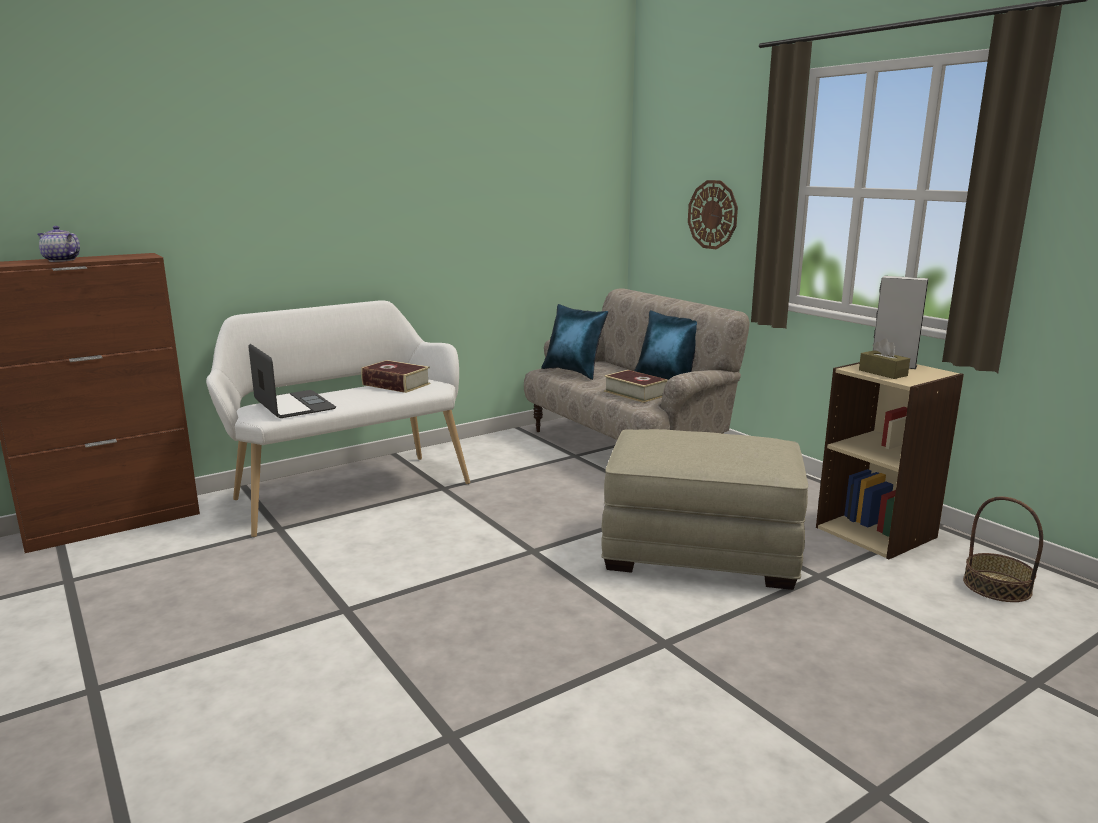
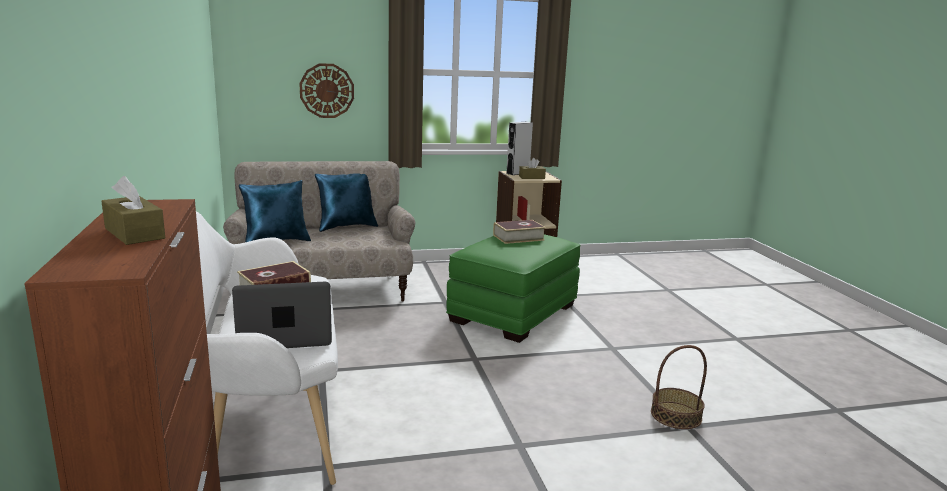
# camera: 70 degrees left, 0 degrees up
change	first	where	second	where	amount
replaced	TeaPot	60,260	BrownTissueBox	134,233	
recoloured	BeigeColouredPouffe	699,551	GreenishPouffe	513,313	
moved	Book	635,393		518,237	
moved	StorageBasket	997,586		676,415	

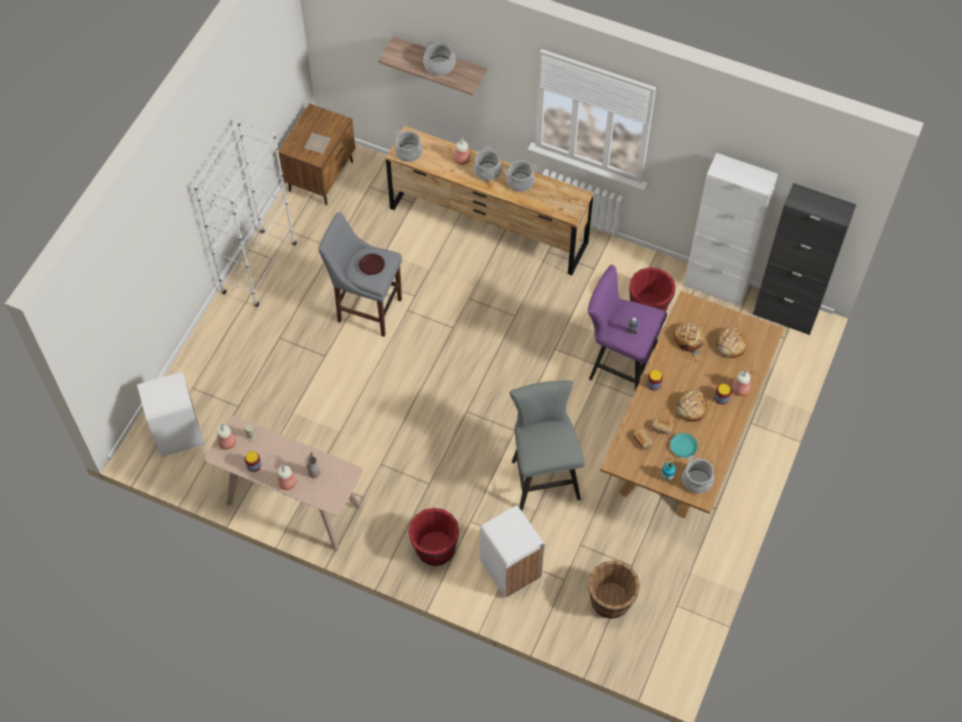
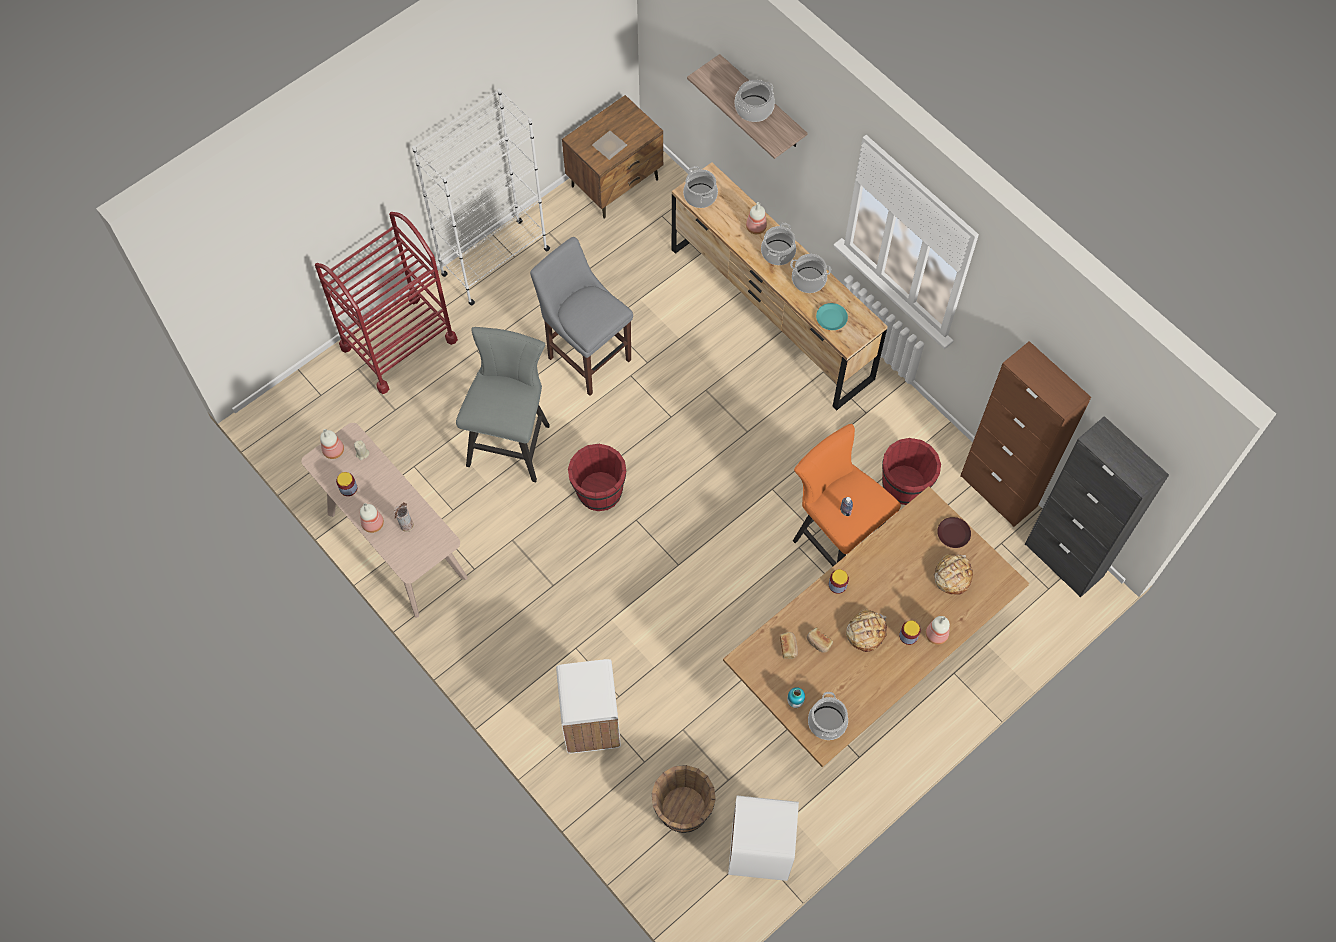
# camera: 25 degrees right, 5 degrees up
change	first	where	second	where	amount
added			RedCart	398,343	
moved	GreyishStool	543,475		512,440	
moved	RedBucket	435,548		599,491	
moved	WhiteColouredTrashCan	178,434		759,850	
recoloured	PurplishStool	618,366	OrangeStool	834,539	
moved	BlueGreenFlatDish	683,447		831,318	
moved	BrownFlatDish	372,266		953,534	
recoloured	WhiteColouredCabinet	715,285	BrownCabinet	998,491	
removed	BakedBread	689,339			

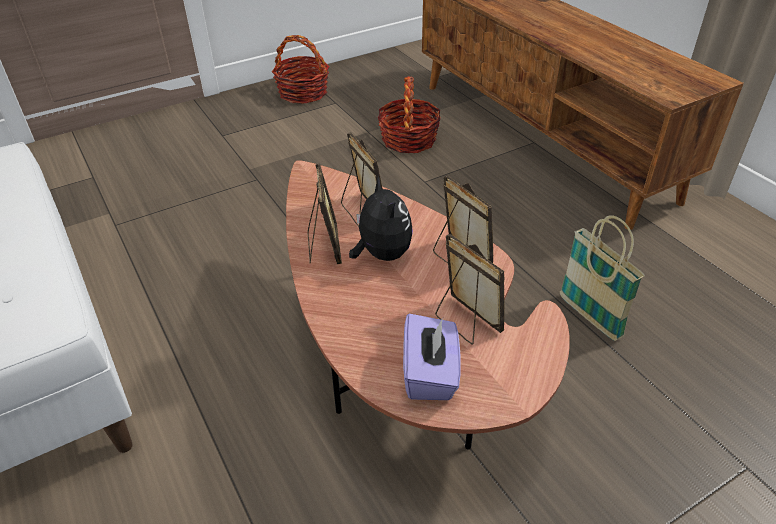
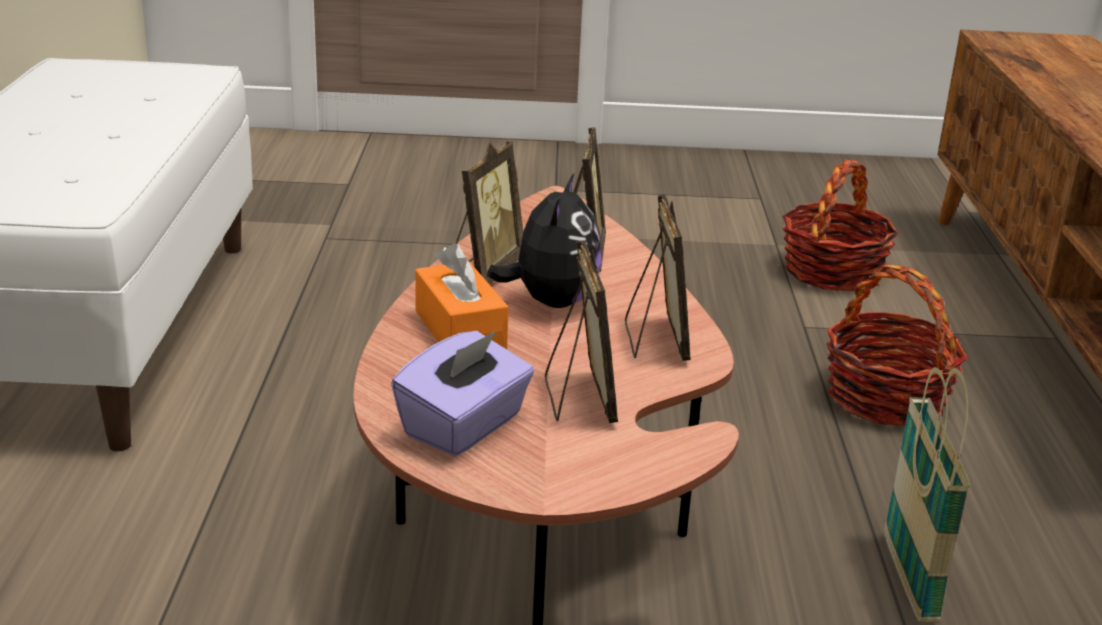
# camera: 30 degrees right, 15 degrees down
change	first	where	second	where	amount
added			OrangeTissueBox	460,330	
moved	StorageBasket	303,93		886,398	

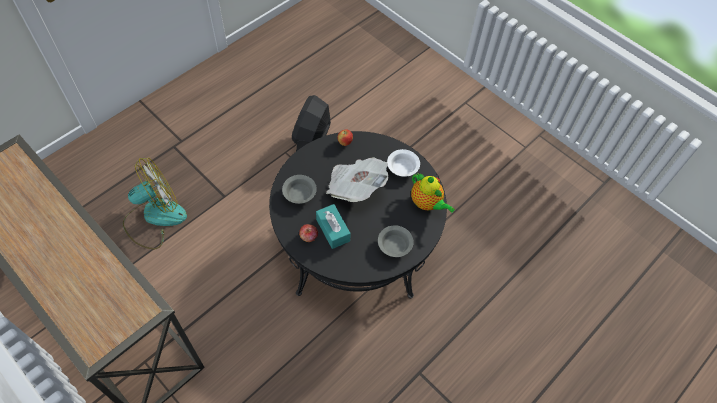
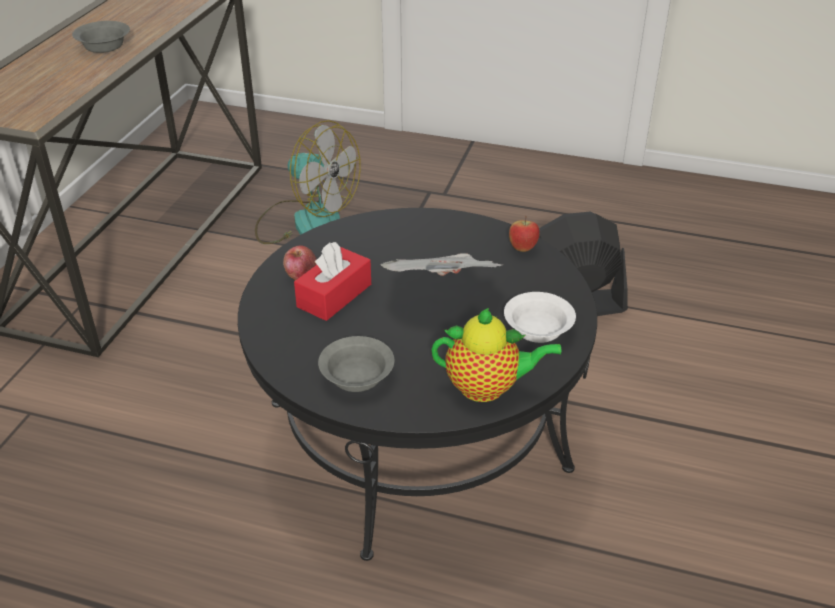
# camera: 65 degrees right, 20 degrees down
change	first	where	second	where	amount
moved	GreyishBowl	300,194		104,47	
recoloured	BlueGreenTissueBox	333,230	RedTissueBox	334,295	
turned	TeaPot	427,203		487,388	105 degrees counterclockwise

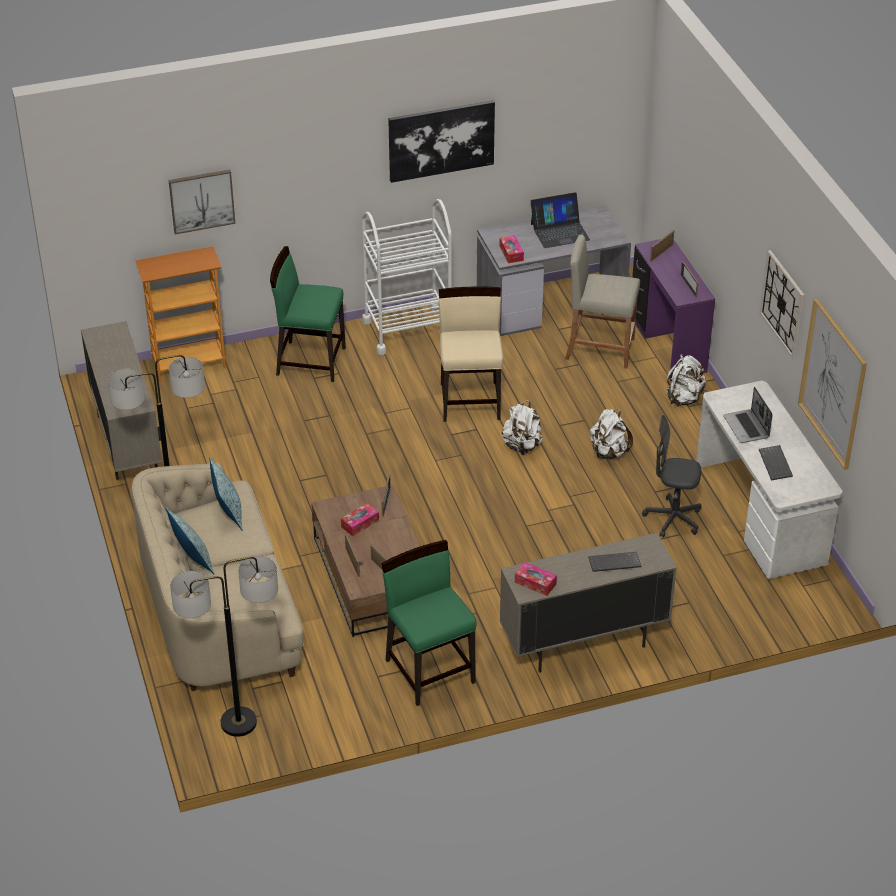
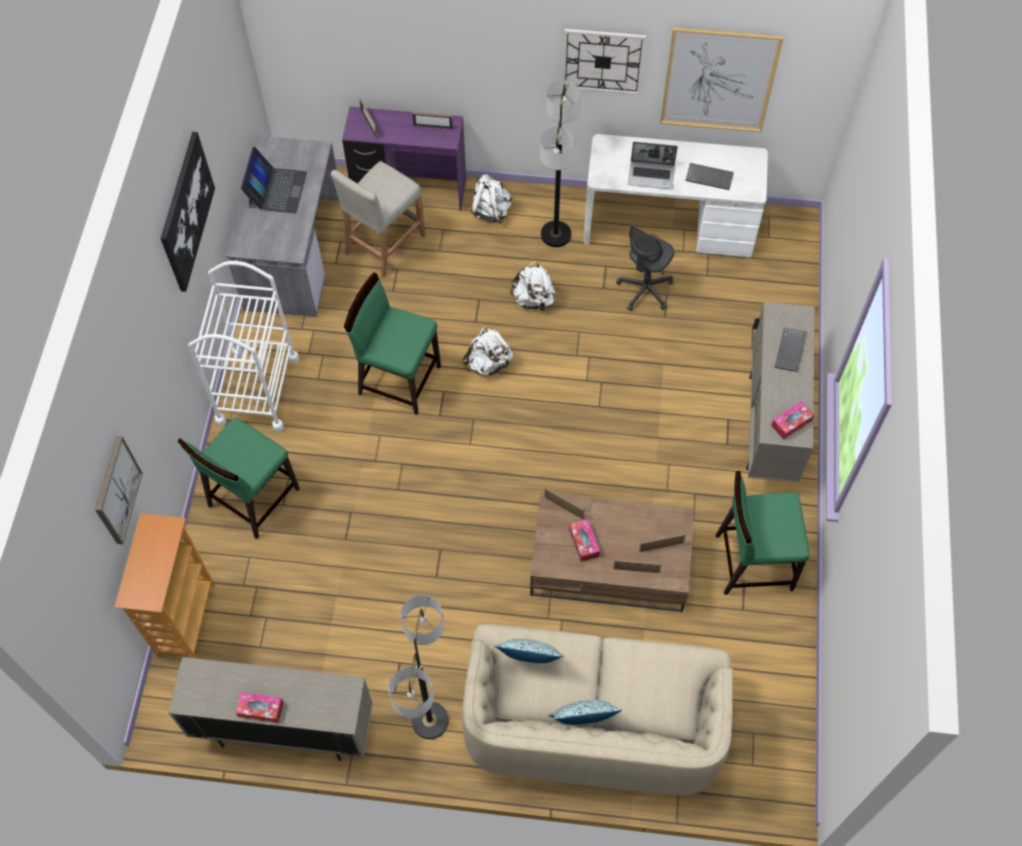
# camera: 65 degrees left, 20 degrees up
change	first	where	second	where	amount
moved	TissueBox	511,253		261,709	
recoloured	BeigeColouredChair	470,400	GreenishChair	399,379	
moved	StandardLamp	238,722		555,235	

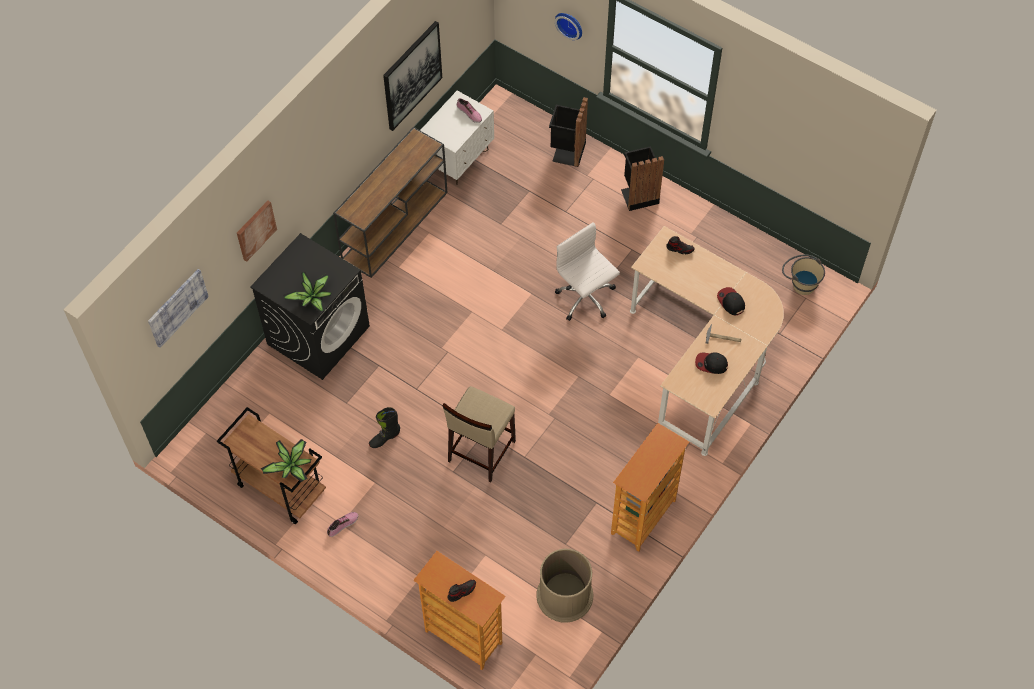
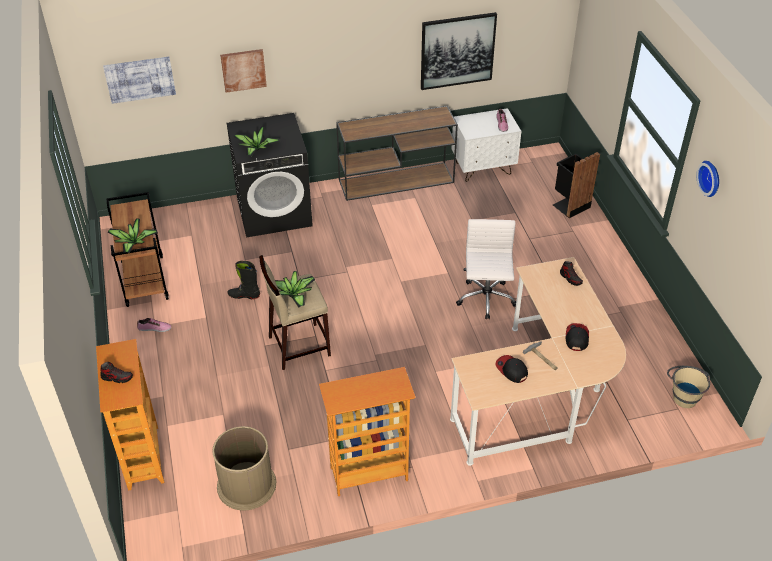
# camera: 40 degrees right, 15 degrees down
change	first	where	second	where	amount
added			PlantInAPot	294,295	
moved	WallClock	570,24		711,178	
removed	BlackColouredTrashCan	639,195			

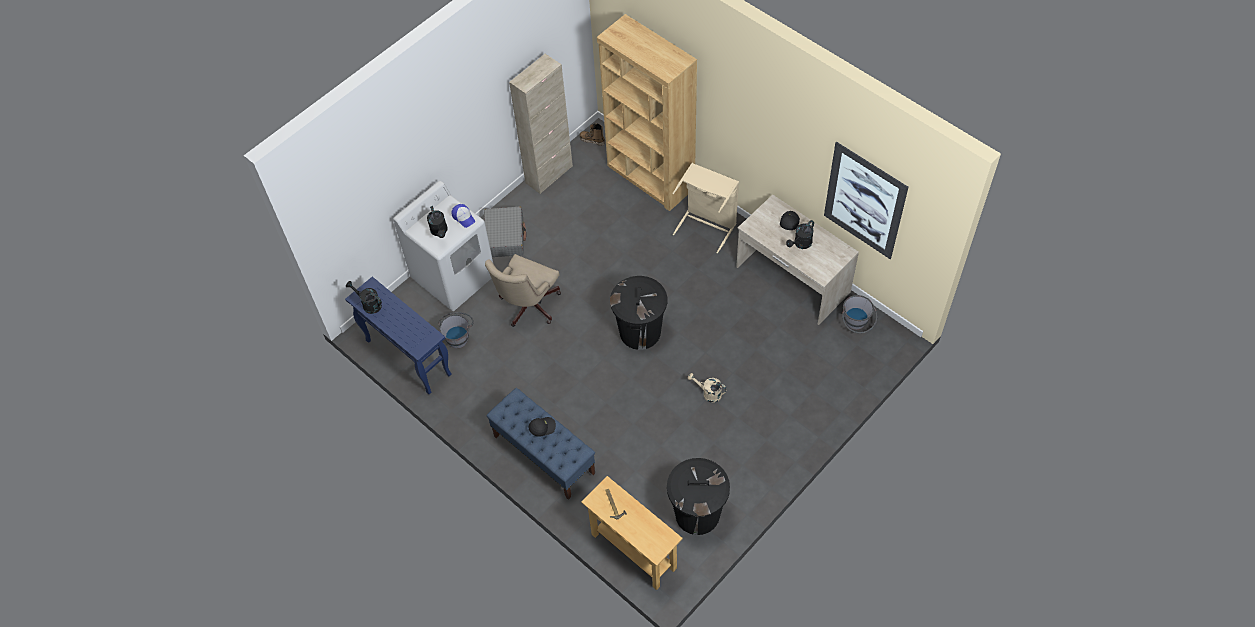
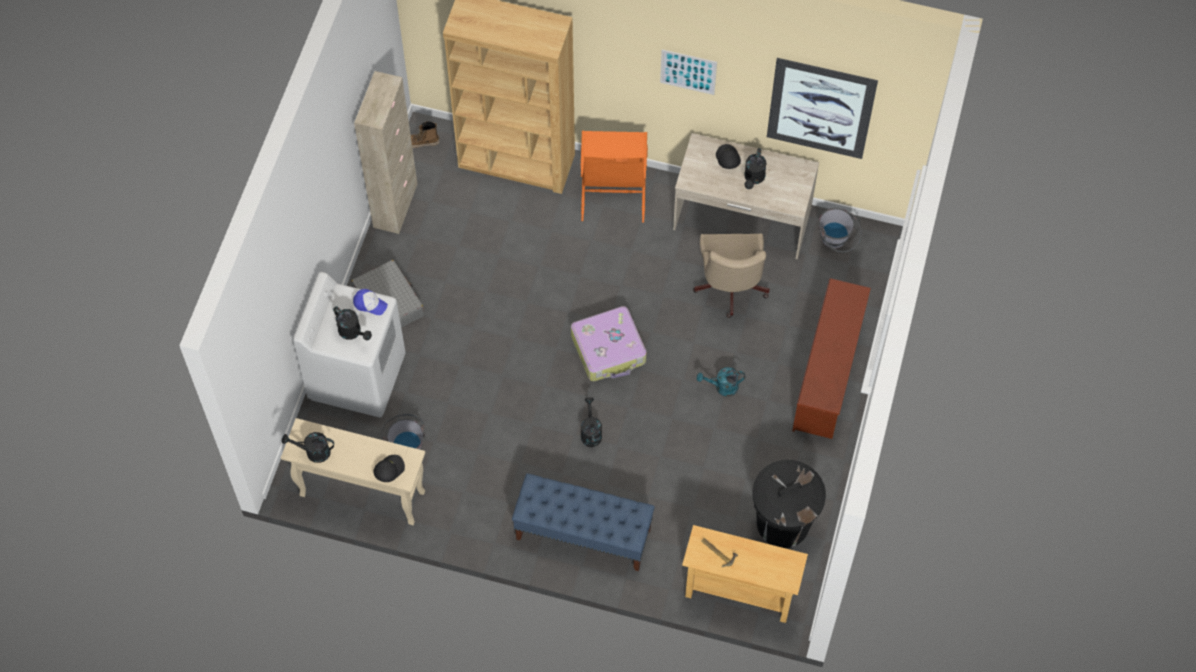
# camera: 30 degrees left, 5 degrees up
change	first	where	second	where	amount
recoloured	BluishNarrowTable	407,357	BeigeColouredNarrowTable	361,494	
moved	BlackColouredPeakedCap	542,427		389,469	
replaced	BlackColouredTrashCan	640,332	TravelCase	609,349	
recoloured	BeigeColouredHamper	707,225	OrangeHamper	613,193	
added			BlackColouredWateringCan	590,432	
added			Picture	688,72	
moved	BeigeColouredDeskChair	527,307		730,289	
recoloured	BeigeColouredWateringCan	708,393	BlueGreenWateringCan	722,387	
added			BrownShoeShelf	828,376	

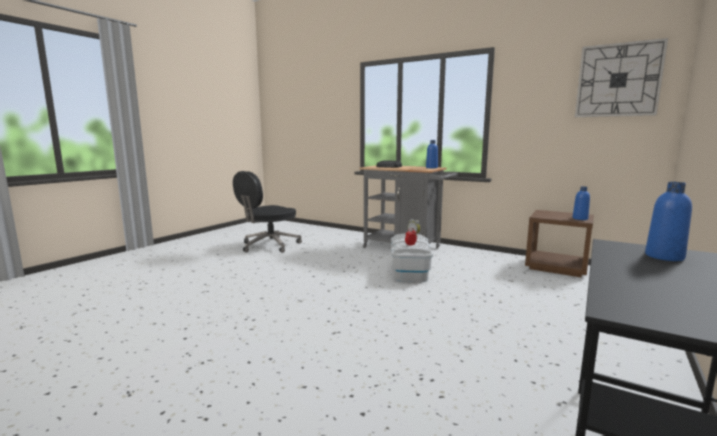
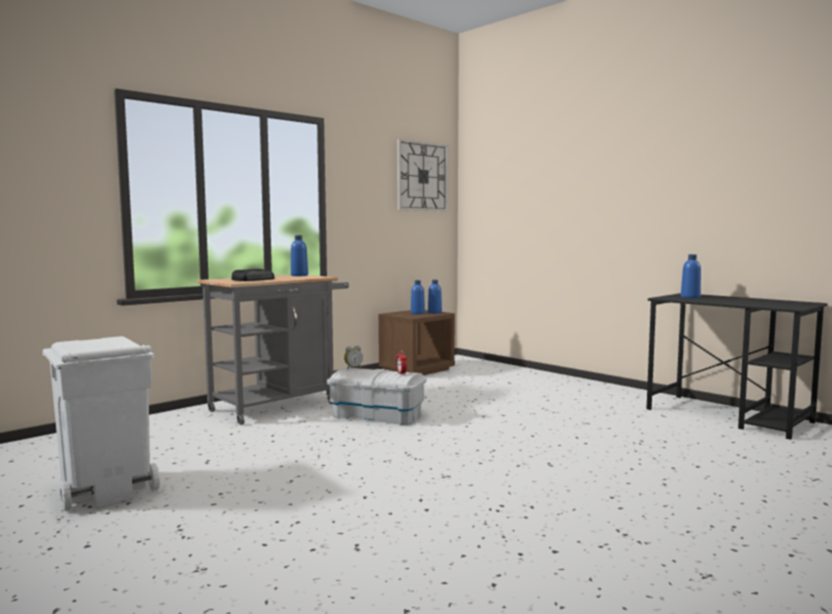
# camera: 75 degrees left, 5 degrees down
change	first	where	second	where	amount
replaced	BlackColouredDeskChair	269,245	WhiteColouredTrashCan	105,490	
added			BluishBottle	417,313	

